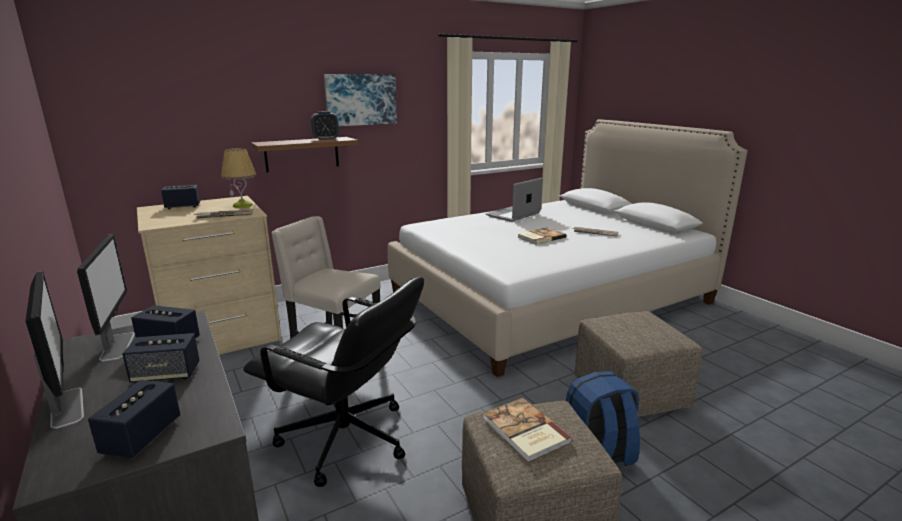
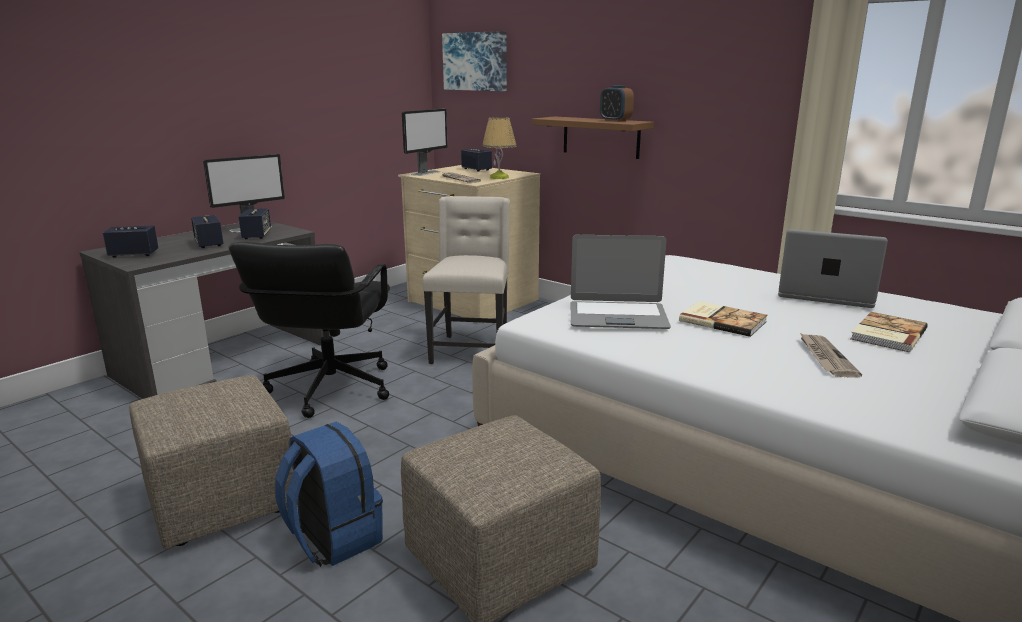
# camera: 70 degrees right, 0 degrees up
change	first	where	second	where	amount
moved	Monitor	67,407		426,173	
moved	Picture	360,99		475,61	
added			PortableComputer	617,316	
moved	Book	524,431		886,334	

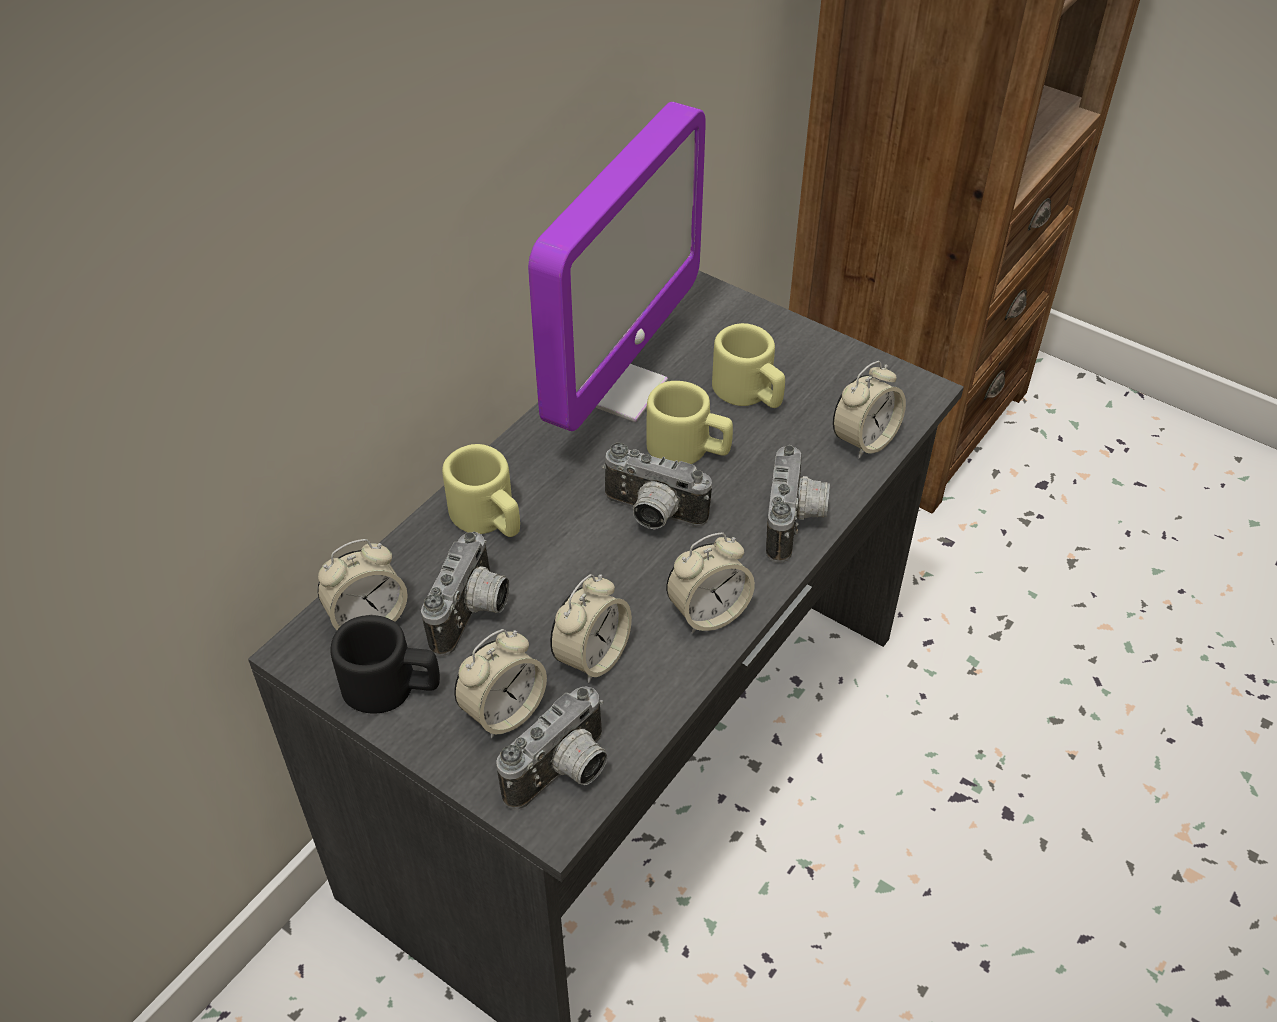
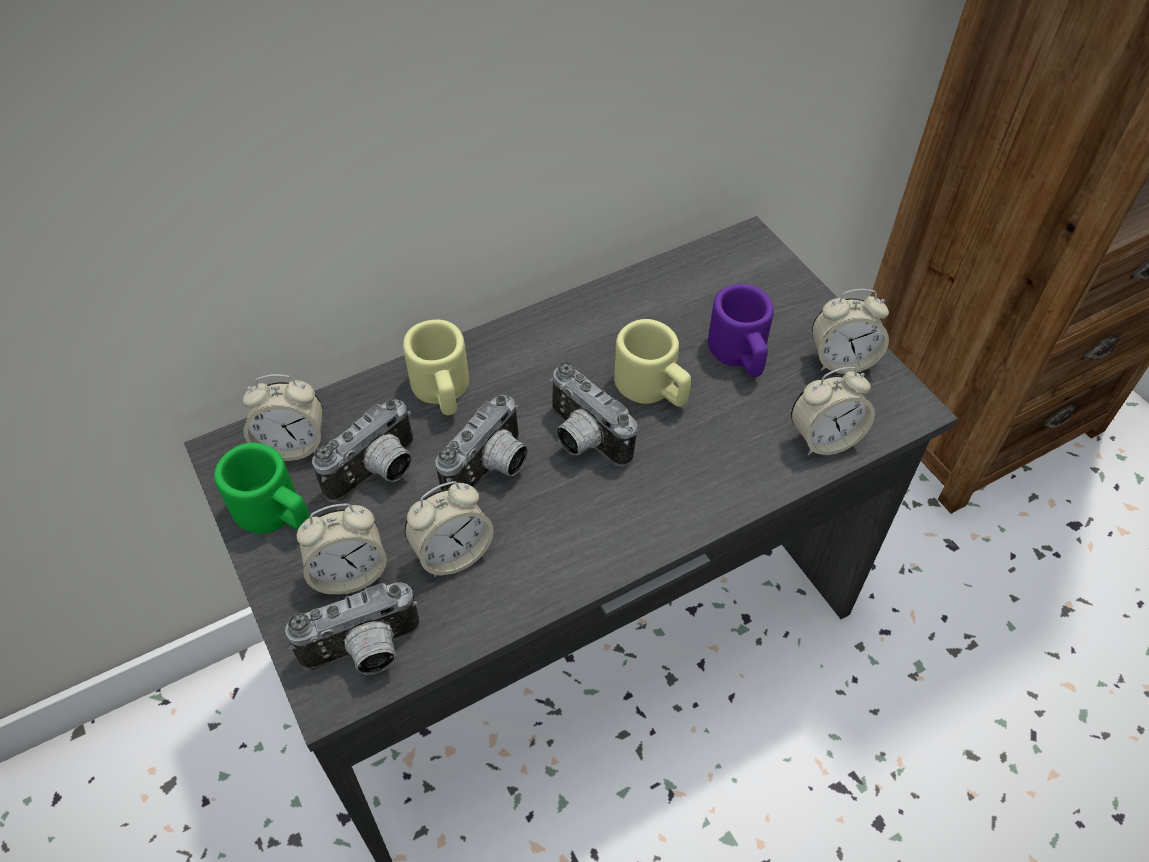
# camera: 25 degrees right, 5 degrees up
change	first	where	second	where	amount
recoloured	BlackColouredCoffeeMug	392,686	GreenishCoffeeMug	275,512	
moved	StillCamera	796,523		492,471	
recoloured	BeigeColouredCoffeeMug	749,393	PurplishCoffeeMug	740,354	
moved	TableClock	708,612		841,360	
removed	Monitor	617,389			

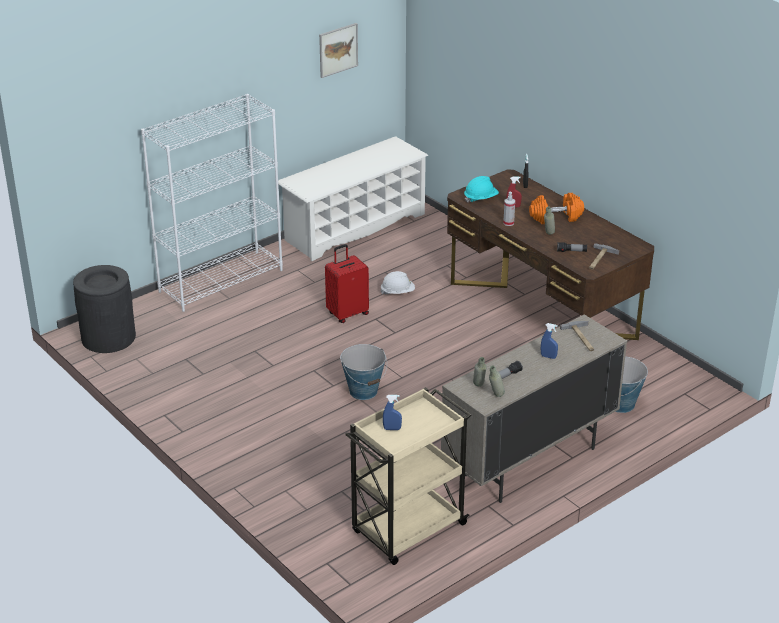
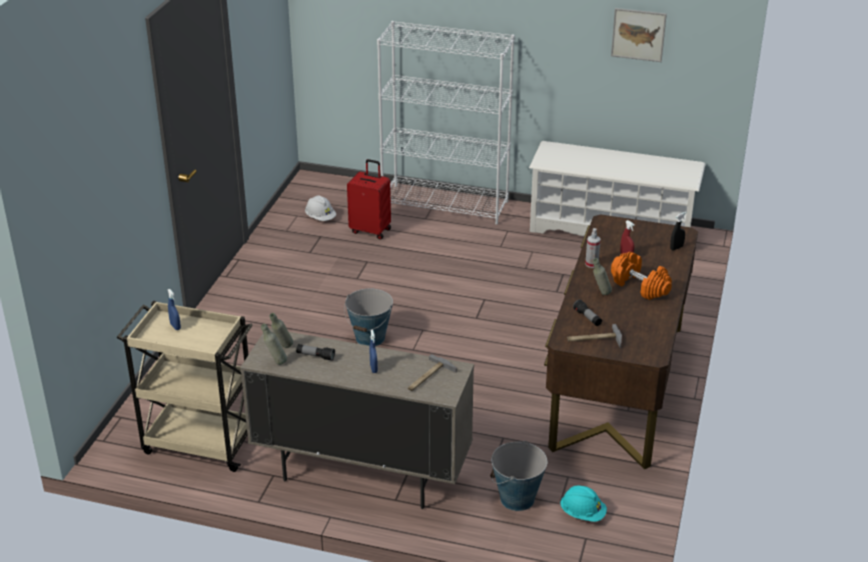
# camera: 55 degrees right, 0 degrees up
change	first	where	second	where	amount
moved	WhiteColouredSafetyHelmet	397,292		320,218	
moved	RedTravelCase	347,313		371,230	
moved	BlueGreenSafetyHelmet	480,198		582,514	
removed	BlackColouredTrashCan	108,337			

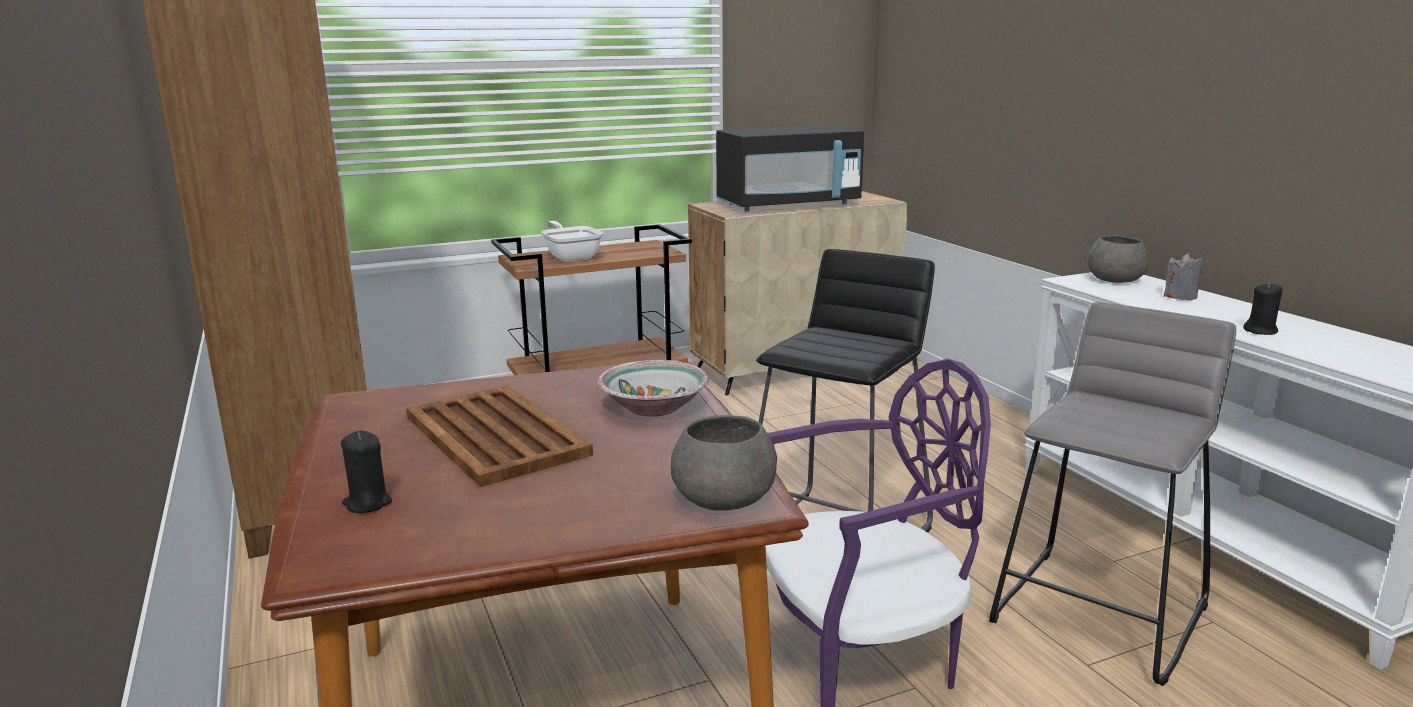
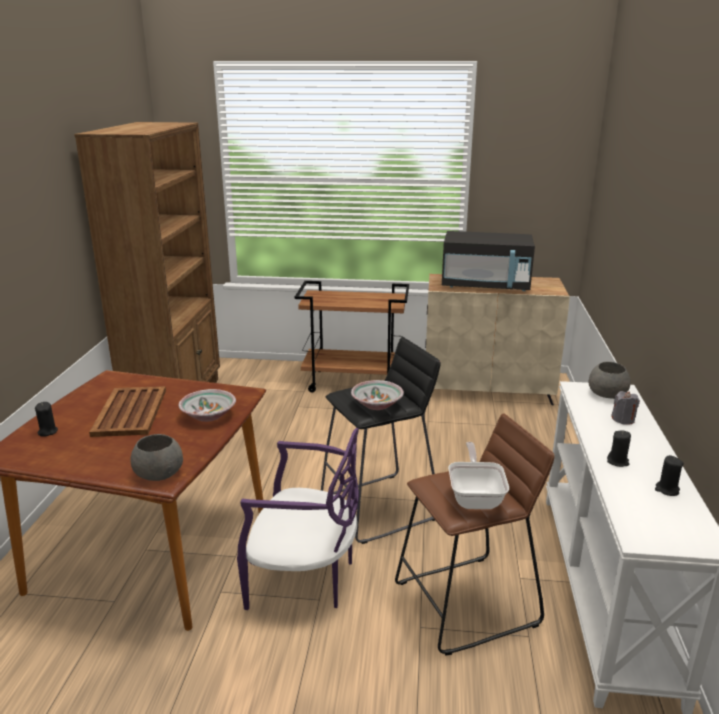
# camera: 30 degrees right, 5 degrees up
change	first	where	second	where	amount
added			Bowl	377,405	
recoloured	GreyishStool	1100,613	BrownStool	466,604	
moved	Skillet	571,257		475,496	
added			BlackColouredWaxLight	667,490	

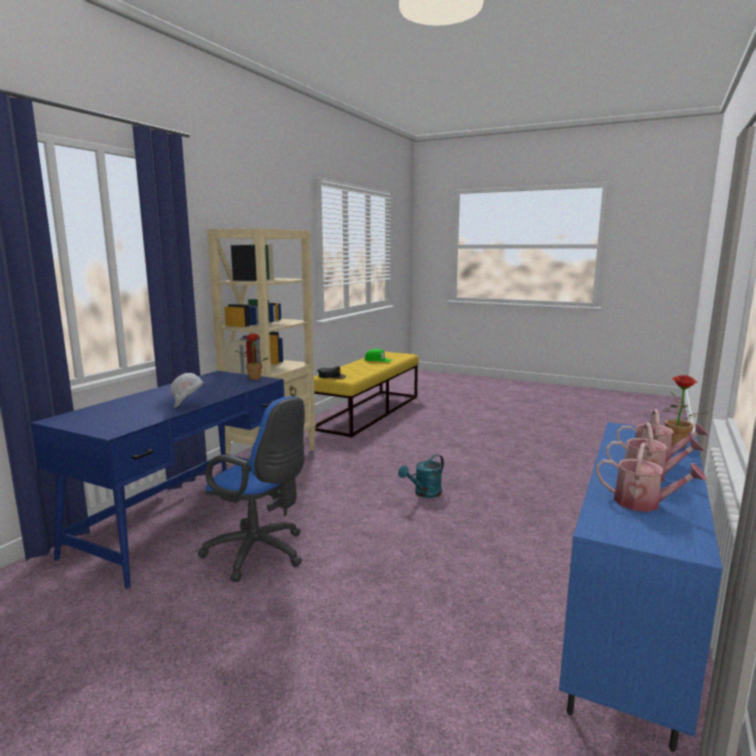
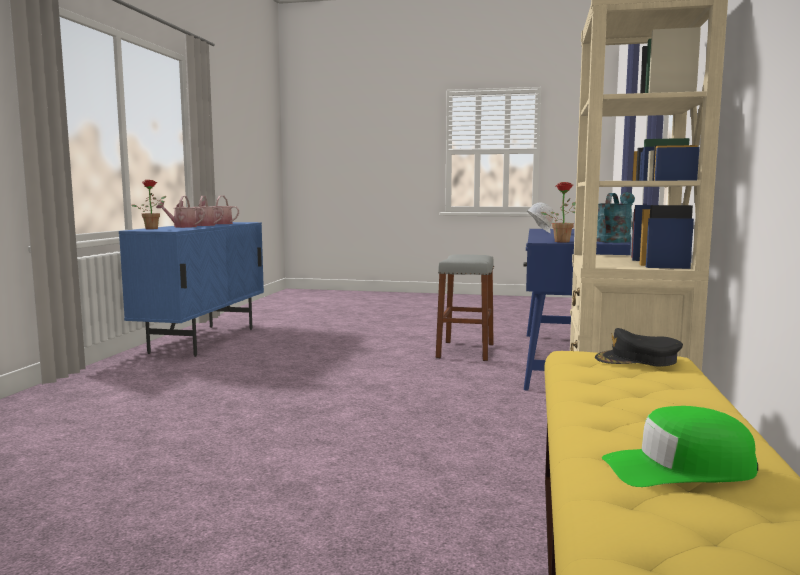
# camera: 165 degrees right, 5 degrees down
change	first	where	second	where	amount
replaced	BluishDeskChair	260,554	GreyishStool	465,351	
moved	BlueGreenWateringCan	424,493		614,240	

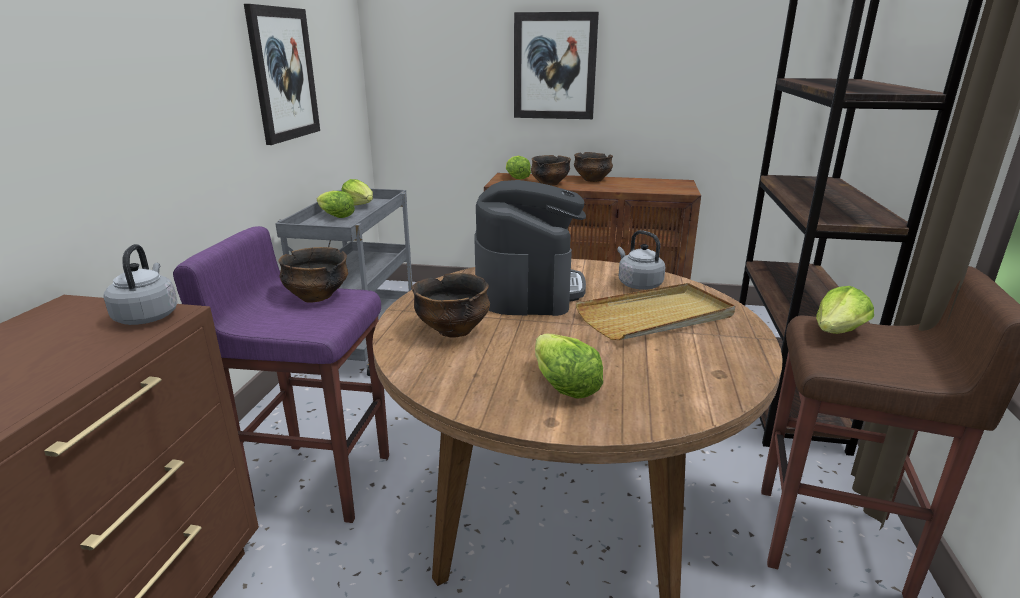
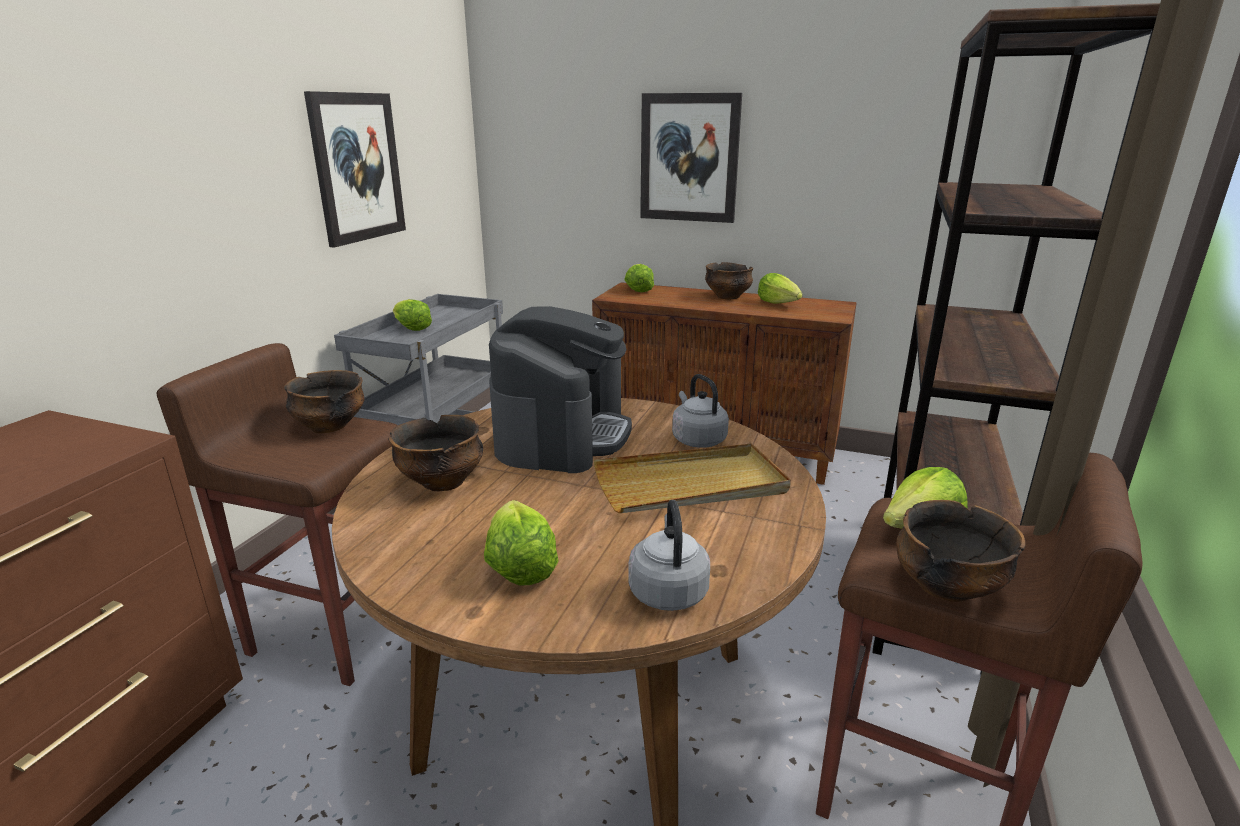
# camera: 10 degrees right, 0 degrees up
change	first	where	second	where	amount
recoloured	PurplishStool	319,479	BrownStool	334,630	
moved	GreyishWaterKettle	148,316		668,590	
moved	HeadOfLettuce	360,205		779,303	
moved	Bowl	549,184		946,587	

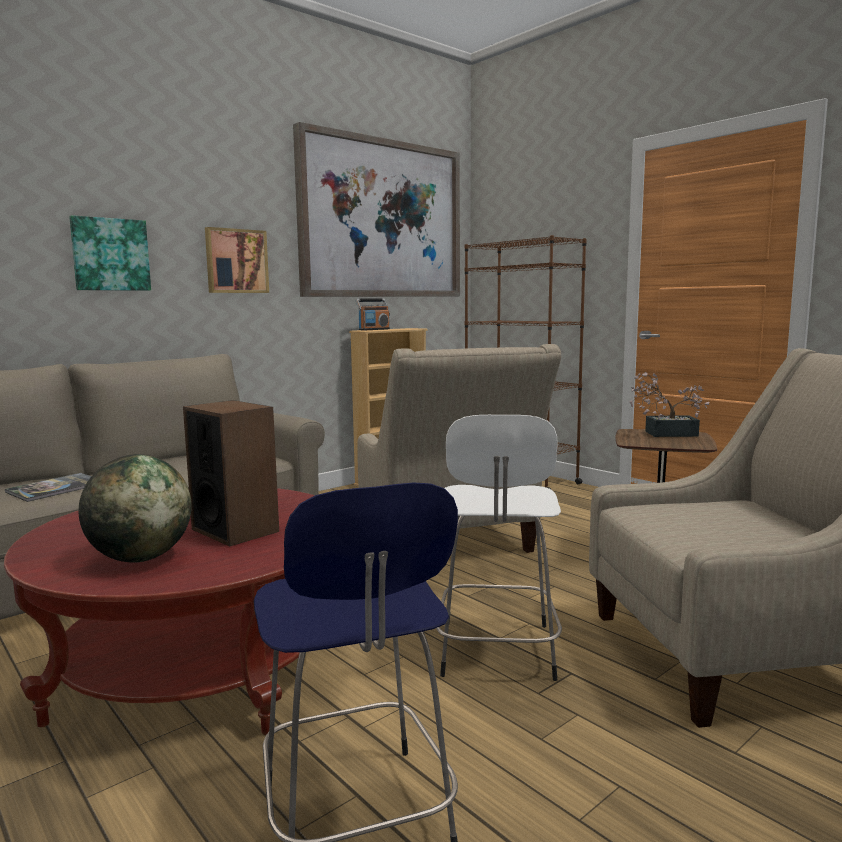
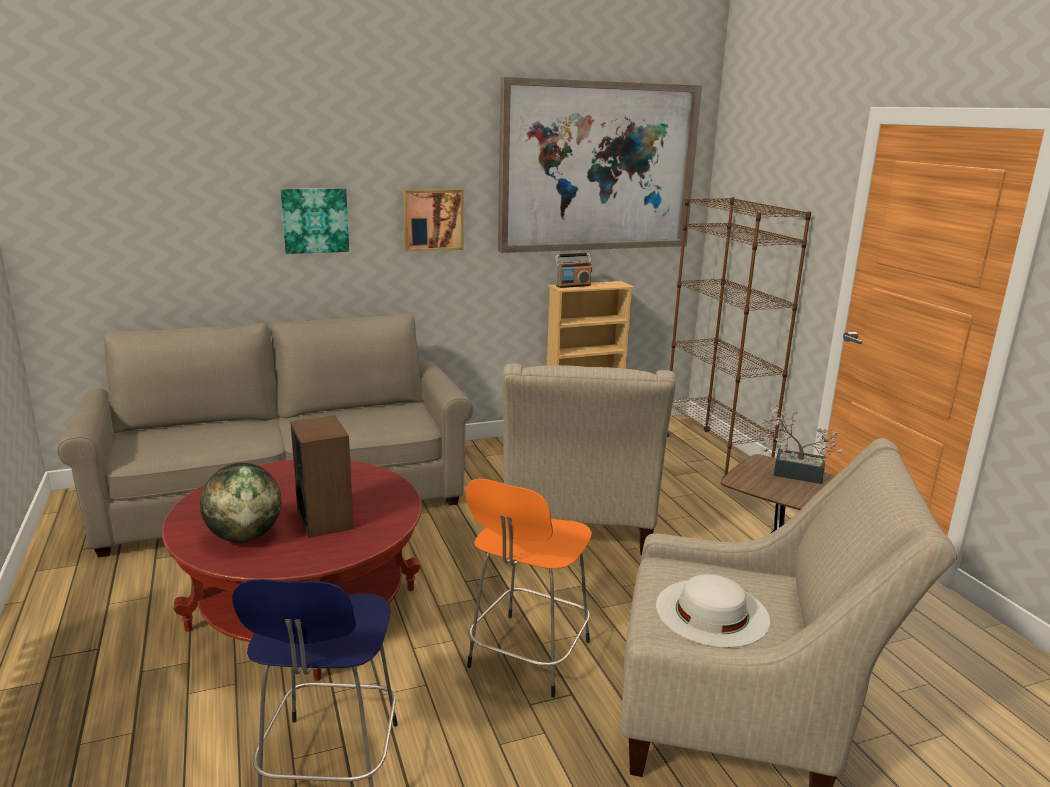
# camera: 20 degrees right, 10 degrees up
change	first	where	second	where	amount
recoloured	WhiteColouredStool	496,652	OrangeStool	527,657	
added			WhiteColouredHat	712,612	
removed	Book	56,488			

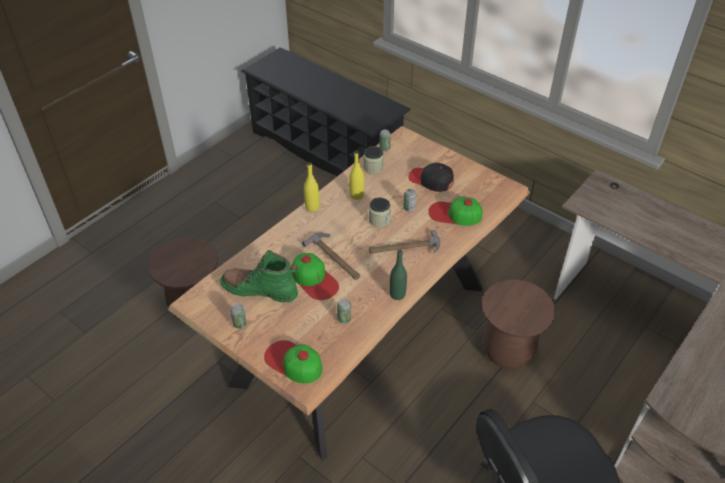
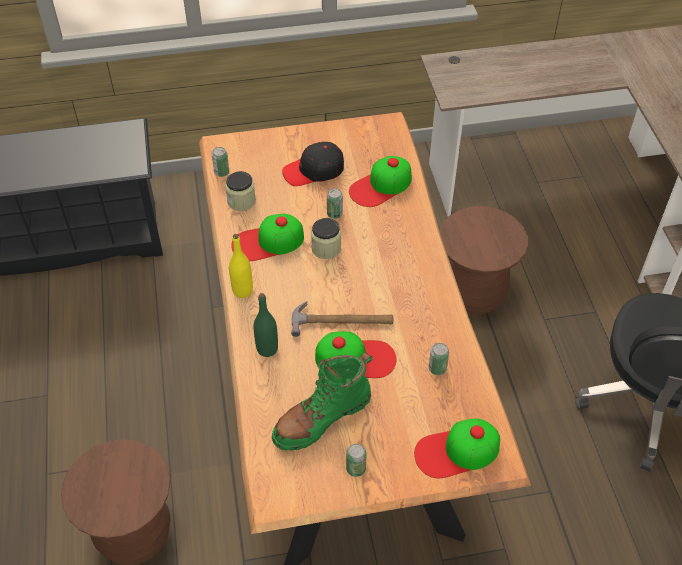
# camera: 50 degrees left, 5 degrees up
change	first	where	second	where	amount
replaced	YellowColouredBottle	357,195	PeakedCap	268,242	
moved	GreenishBottle	397,294		267,349	
removed	Hammer	404,248			

